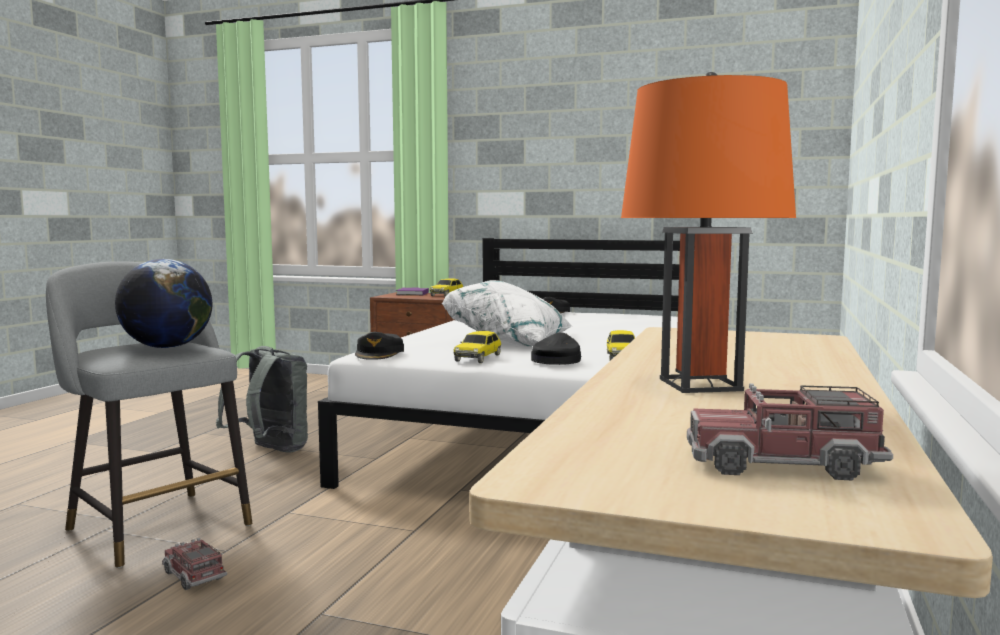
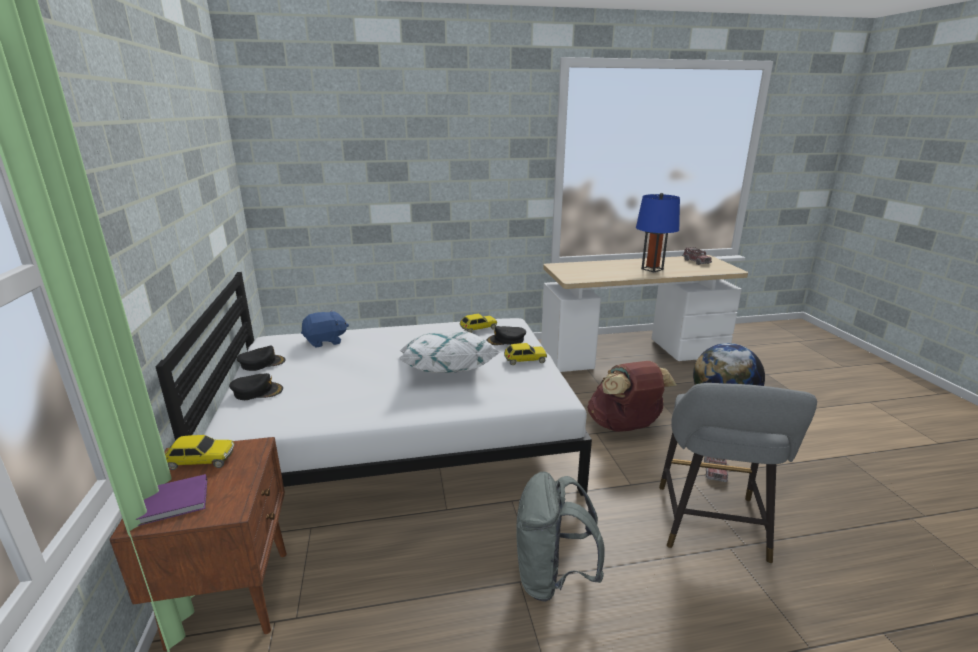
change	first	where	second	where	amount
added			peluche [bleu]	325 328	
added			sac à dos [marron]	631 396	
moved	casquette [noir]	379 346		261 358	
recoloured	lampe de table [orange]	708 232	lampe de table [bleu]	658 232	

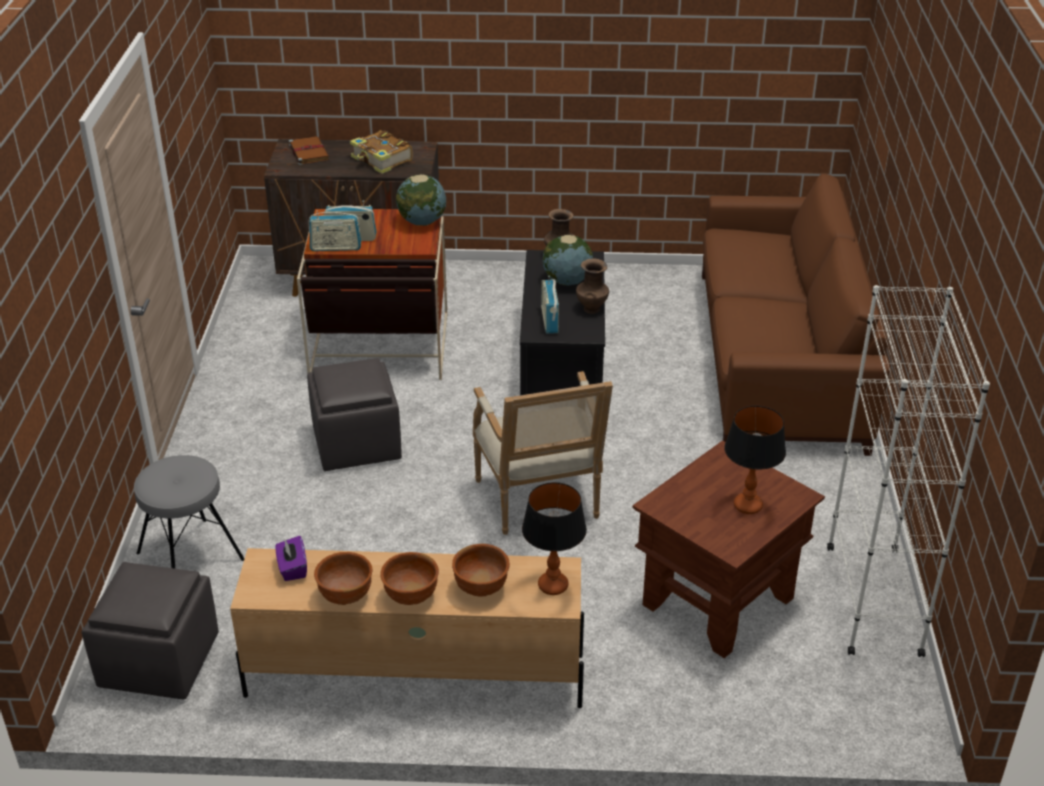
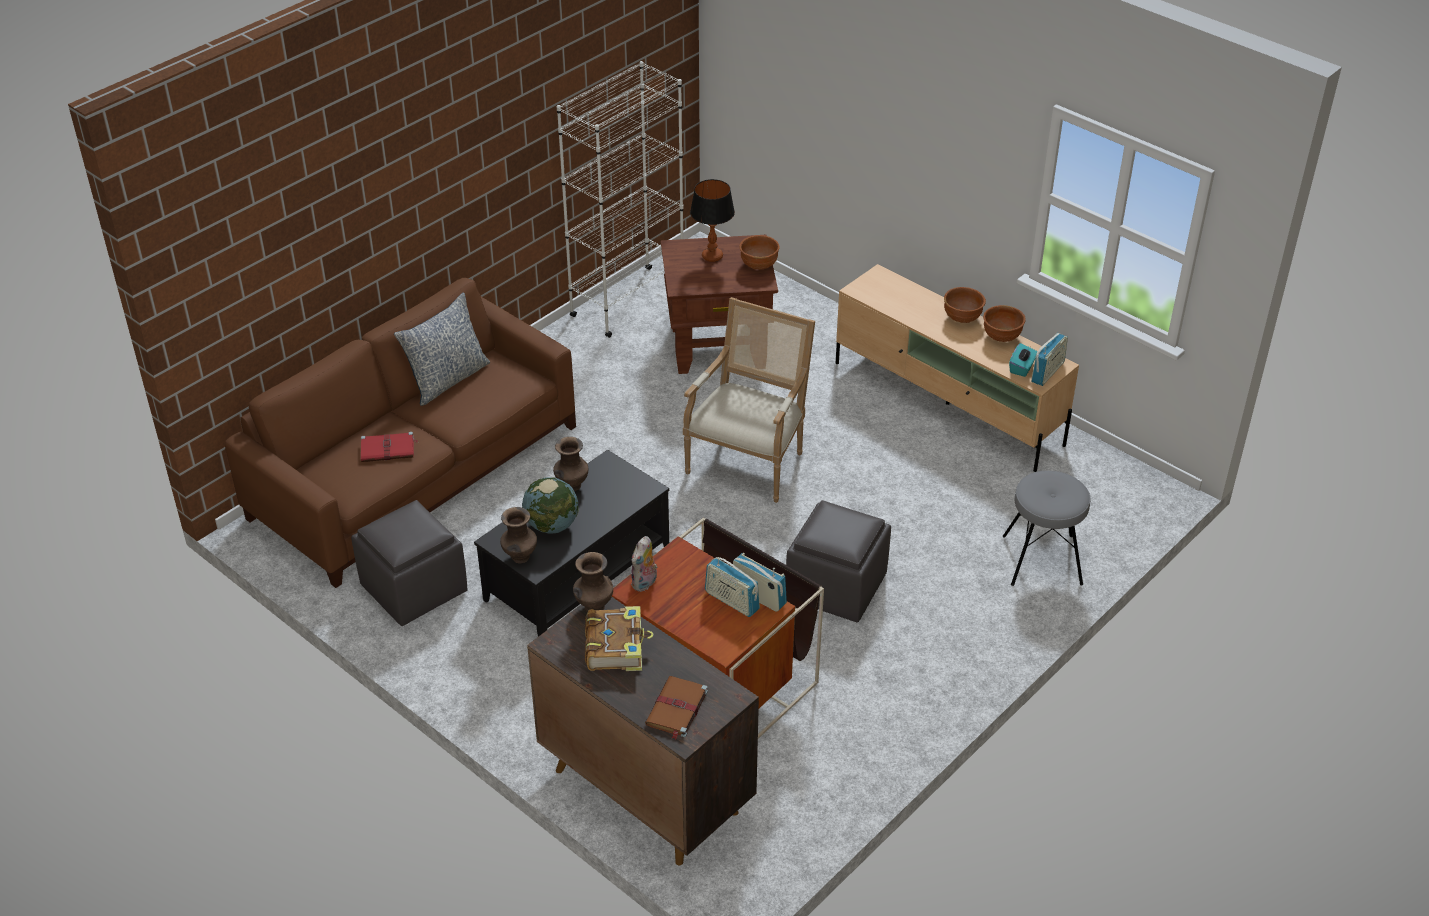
change	first	where	second	where	amount
removed	lampe de table	554 538			
added			livre [rouge]	389 447	
added			coussin	442 349	
added			vase [marron]	593 582	
moved	pouf [gris]	150 631		409 563	
moved	bol [marron]	481 570		759 252	
moved	radio	550 305		1049 359	
replaced	globe	421 200	peluche	644 564	
recoloured	boîte à mouchoirs [violet]	291 558	boîte à mouchoirs [turquoise]	1023 360	

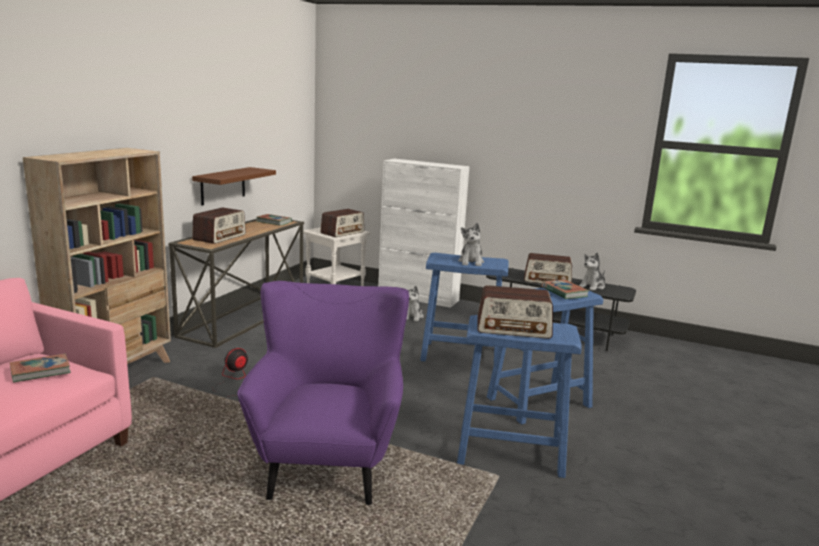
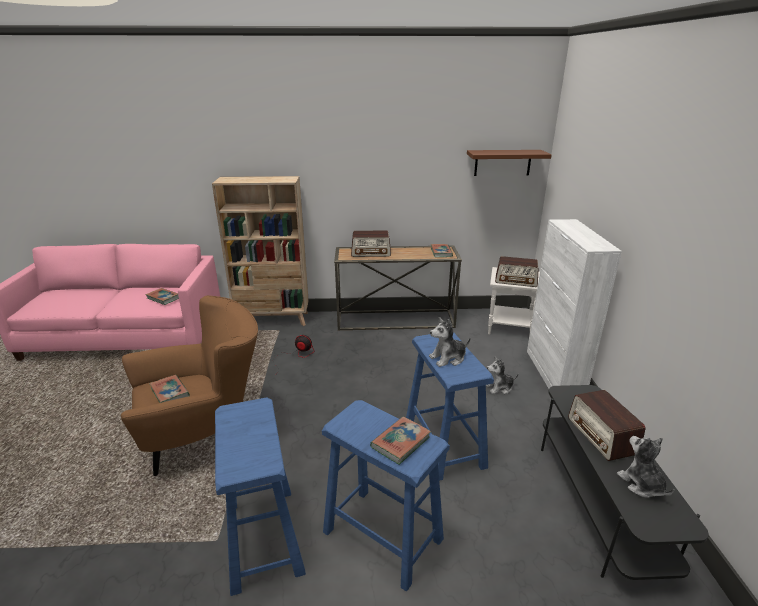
change	first	where	second	where	amount
removed	radio	515 312			
added			livre	170 389	
moved	étagère [marron]	234 186		509 163	
recoloured	fauteuil [violet]	323 393	fauteuil [marron]	189 385	
turned	peluche	592 271		645 467	45 degrees clockwise

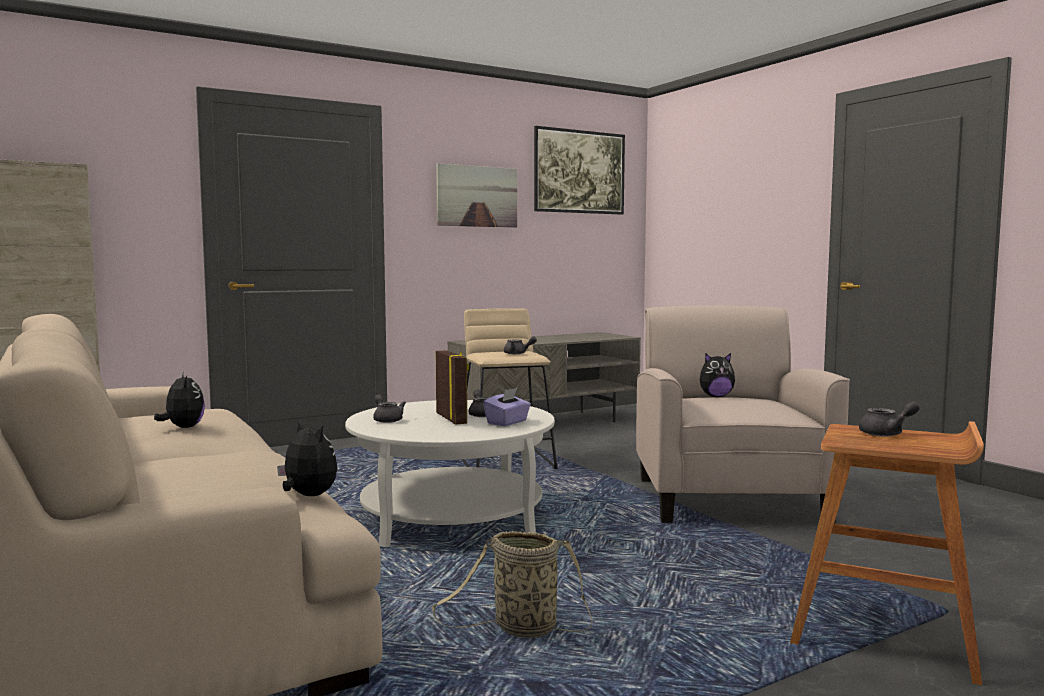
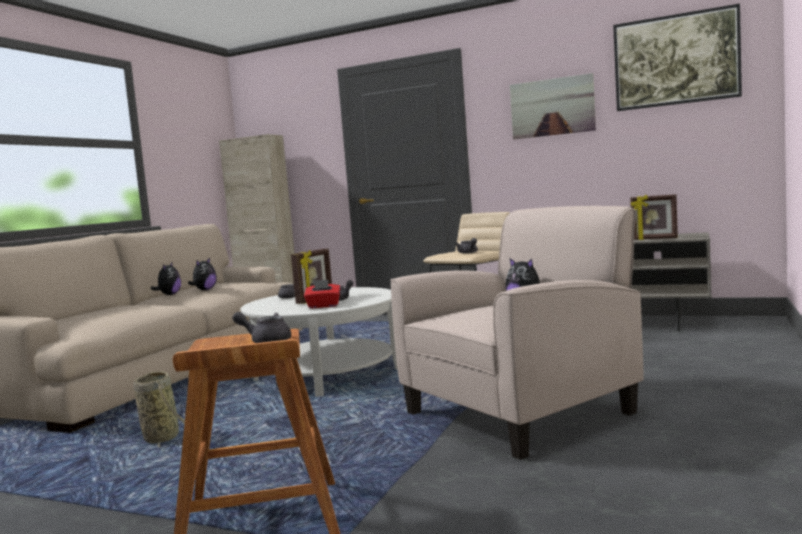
change	first	where	second	where	amount
added			cadre photo	654 217	
moved	peluche	307 458		166 279	
recoloured	boîte à mouchoirs [violet]	507 407	boîte à mouchoirs [rouge]	322 294	
turned	théière [gris]	889 418		261 327	150 degrees clockwise

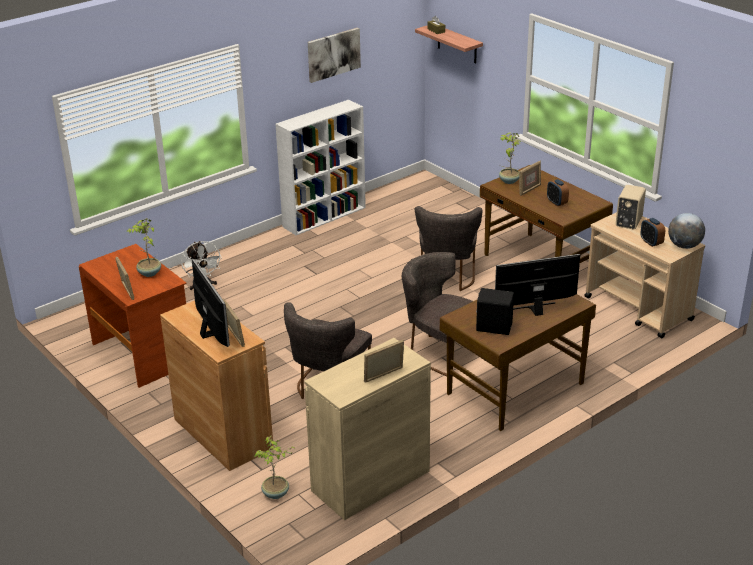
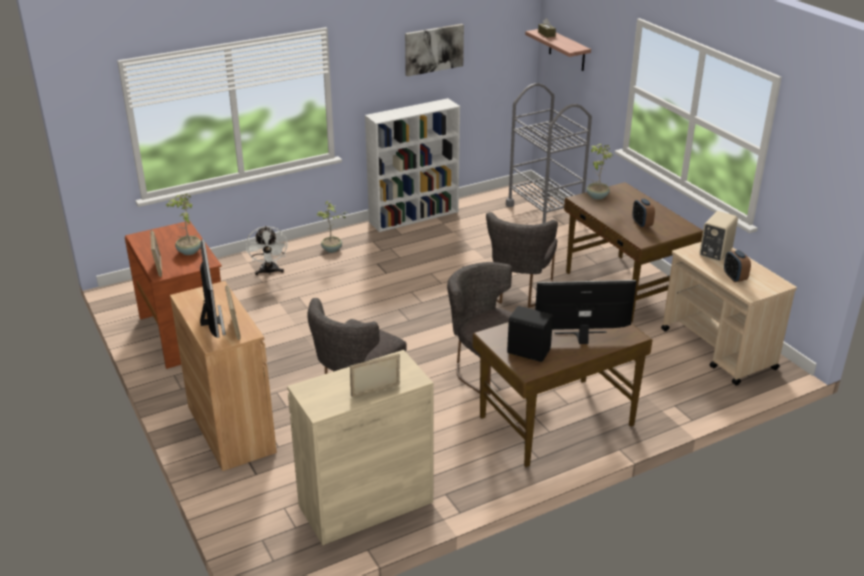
change	first	where	second	where	amount
removed	cadre photo	530 178			
removed	globe	686 231			
added			chariot [gris]	549 153	
moved	plante en pot	275 467		331 227	

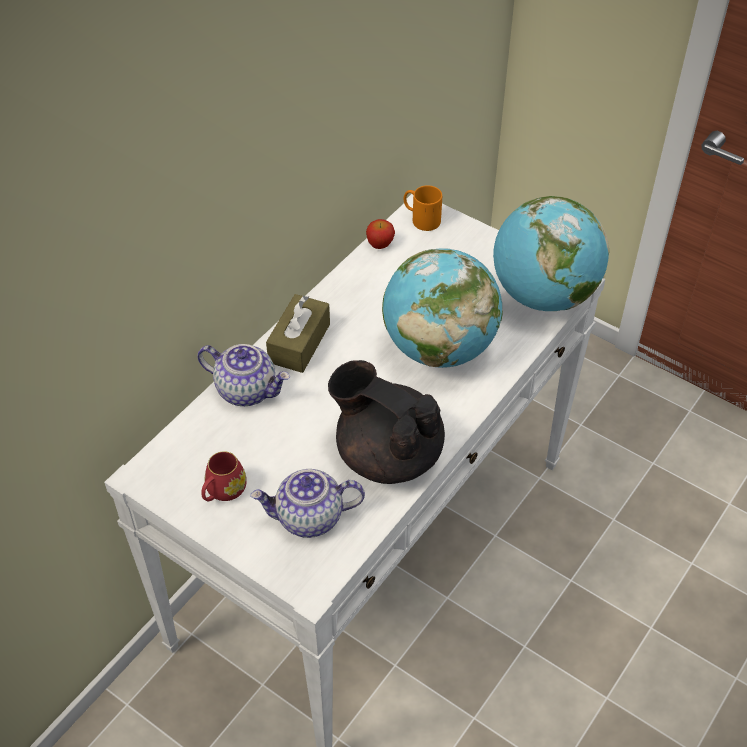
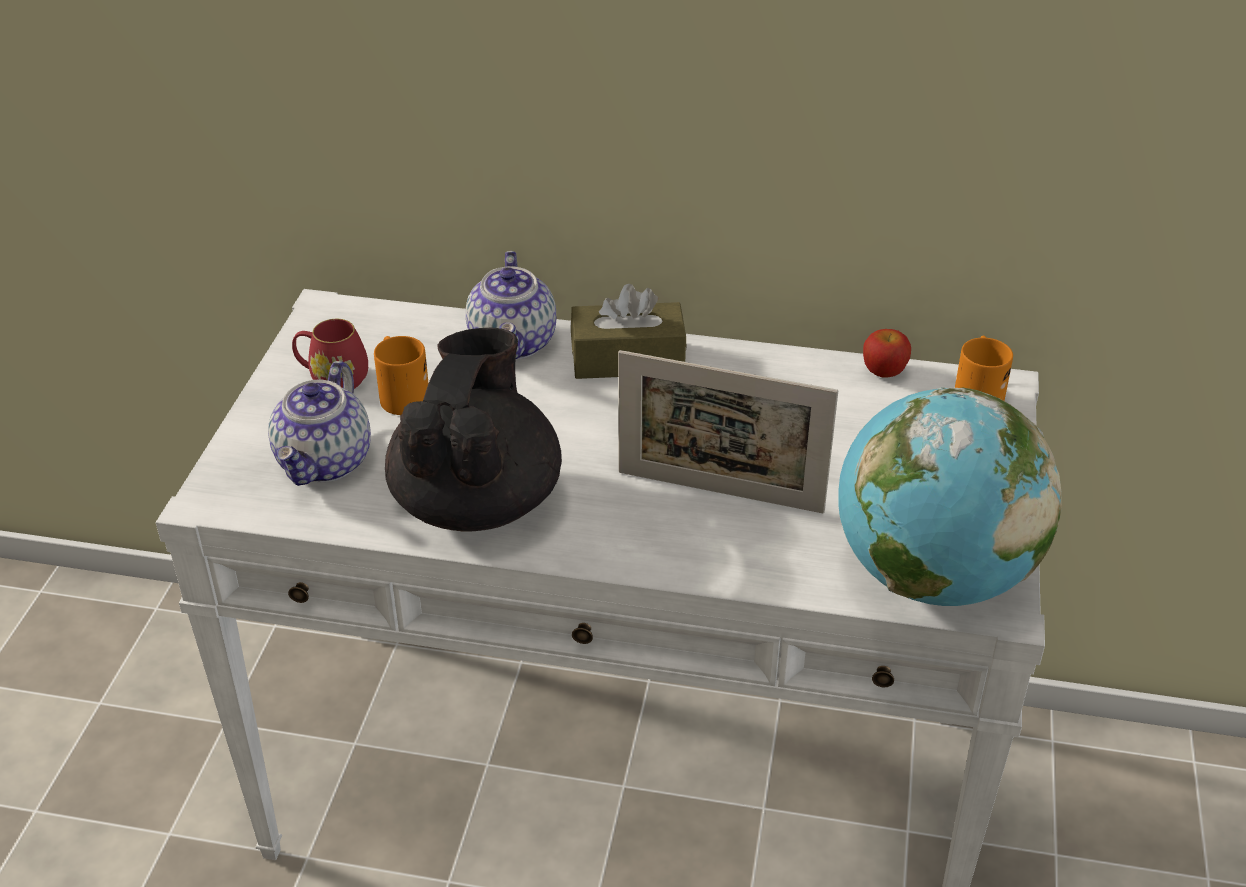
change	first	where	second	where	amount
added			mug [orange]	401 375	
replaced	globe	442 308	cadre photo	728 431	
turned	théière	307 503		319 423	135 degrees counterclockwise

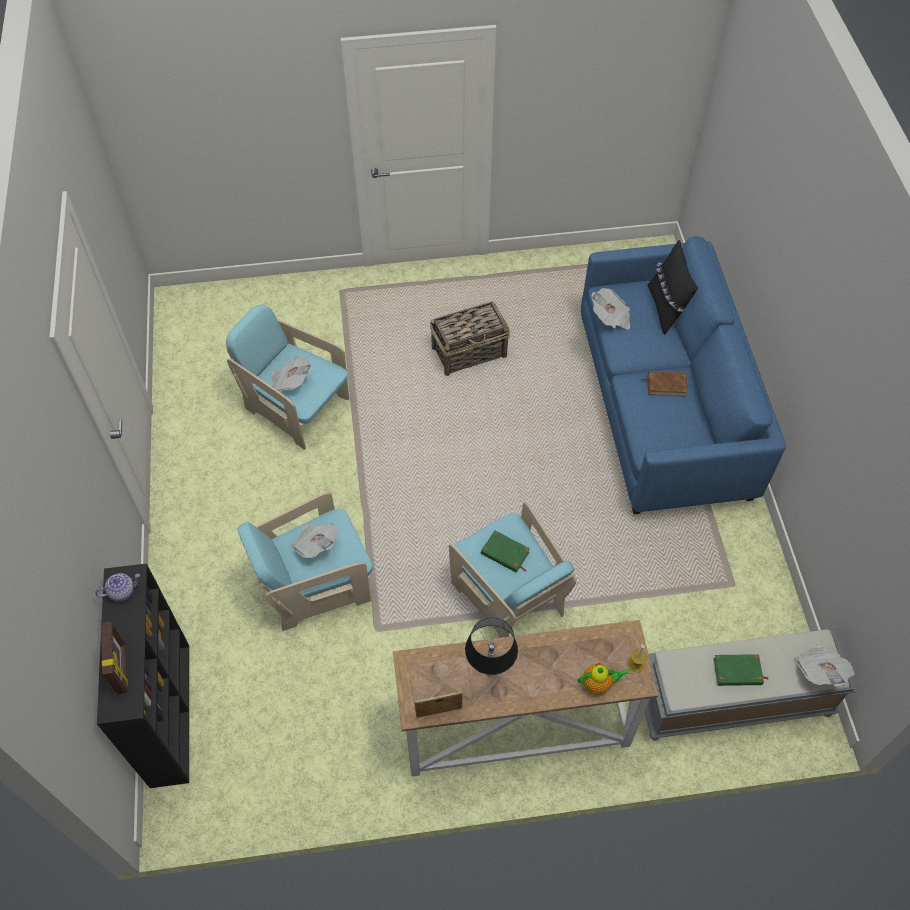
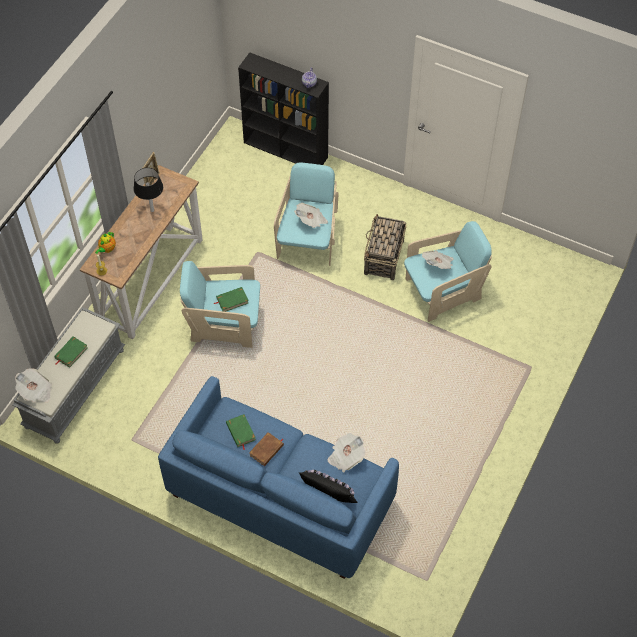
change	first	where	second	where	amount
removed	cadre photo	114 658			
added			livre [vert]	241 432	
moved	panier	470 338		385 247	

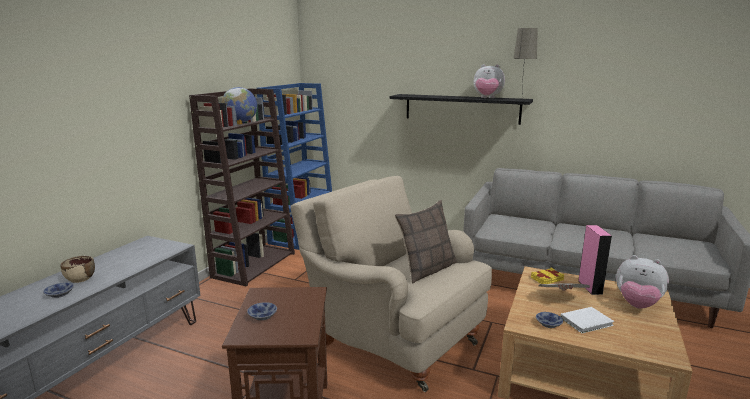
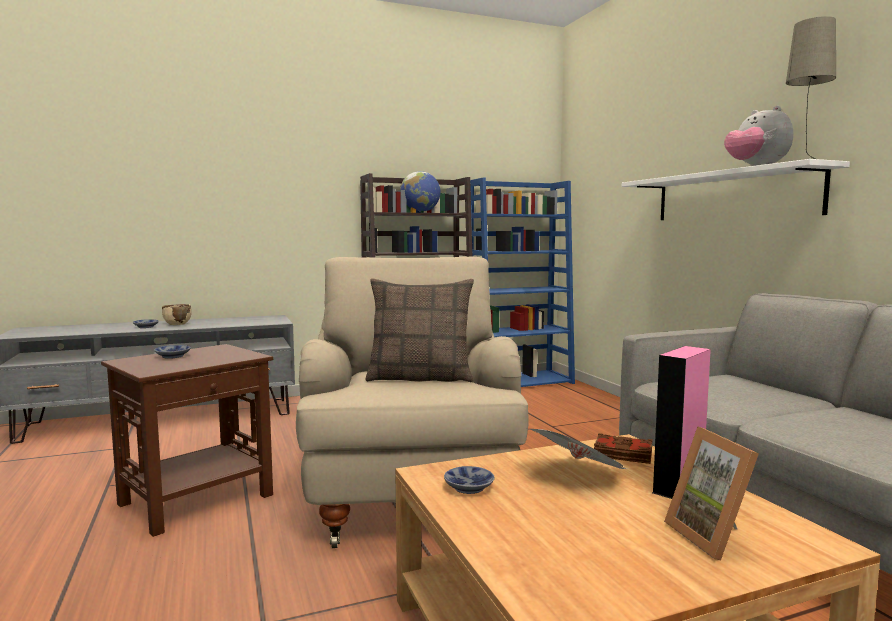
change	first	where	second	where	amount
removed	livre [blanc]	587 320			
replaced	peluche	642 282	cadre photo	711 493	
recoloured	étagère [noir]	461 109	étagère [blanc]	736 189	
recoloured	livre [jaune]	548 276	livre [marron]	623 448	

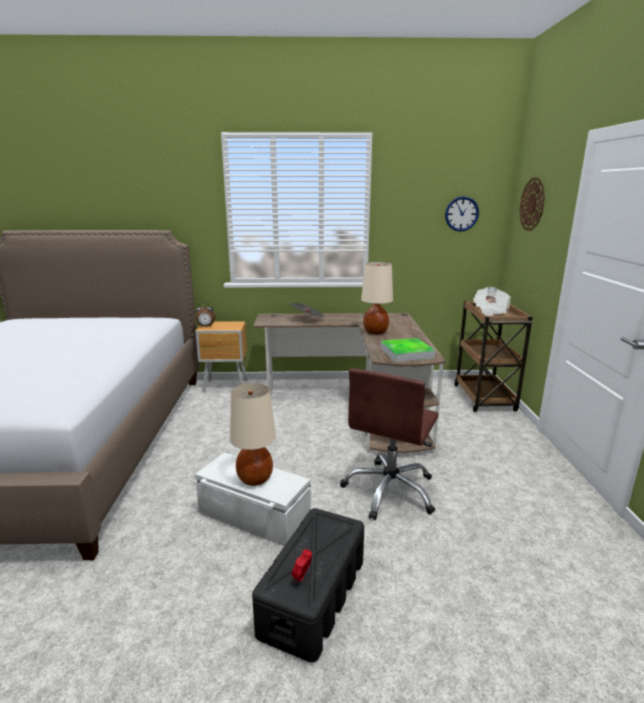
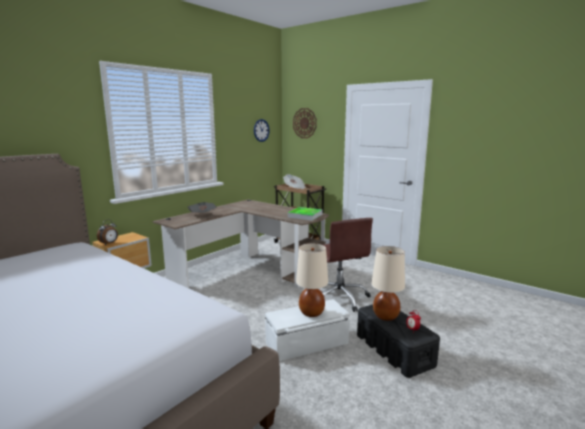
change	first	where	second	where	amount
moved	lampe de table [beige]	377 298		388 283	

